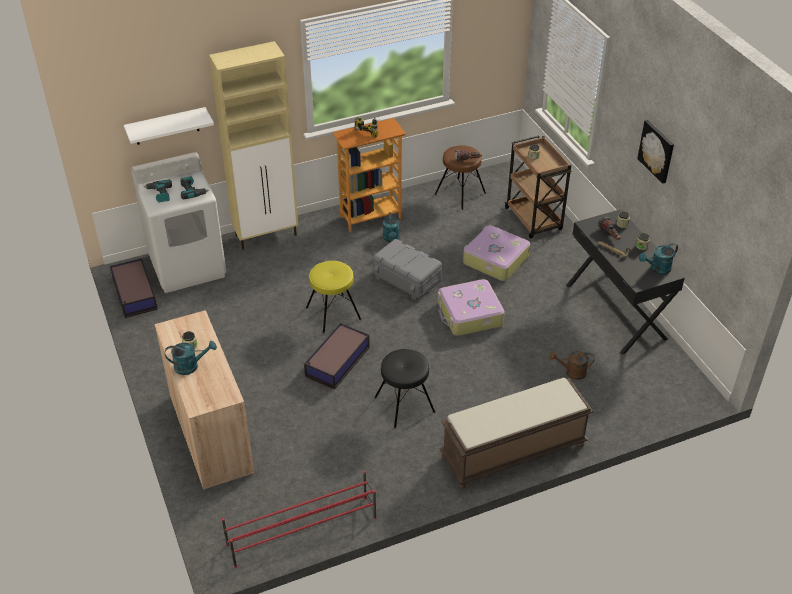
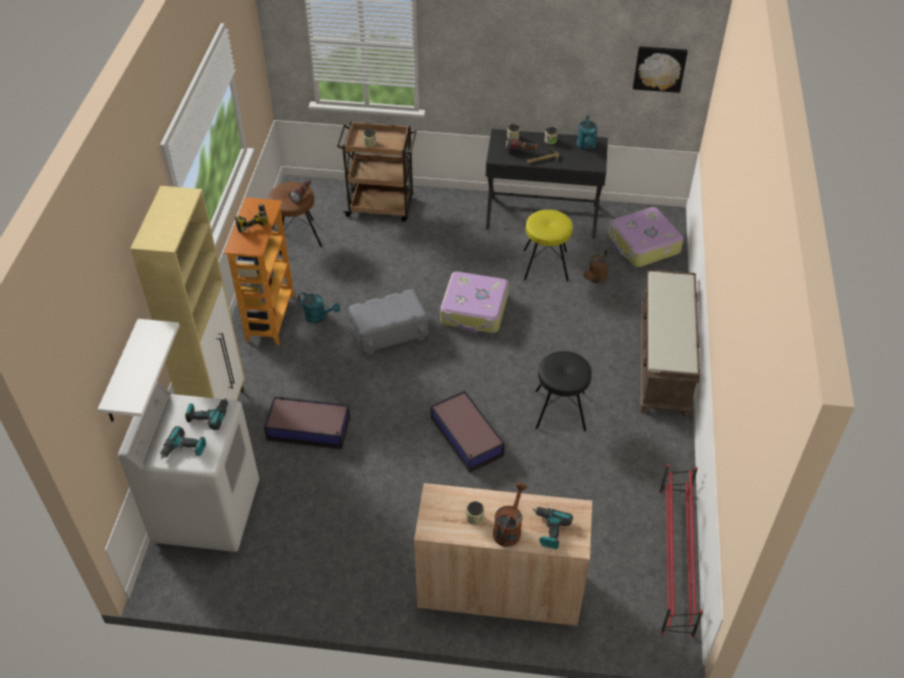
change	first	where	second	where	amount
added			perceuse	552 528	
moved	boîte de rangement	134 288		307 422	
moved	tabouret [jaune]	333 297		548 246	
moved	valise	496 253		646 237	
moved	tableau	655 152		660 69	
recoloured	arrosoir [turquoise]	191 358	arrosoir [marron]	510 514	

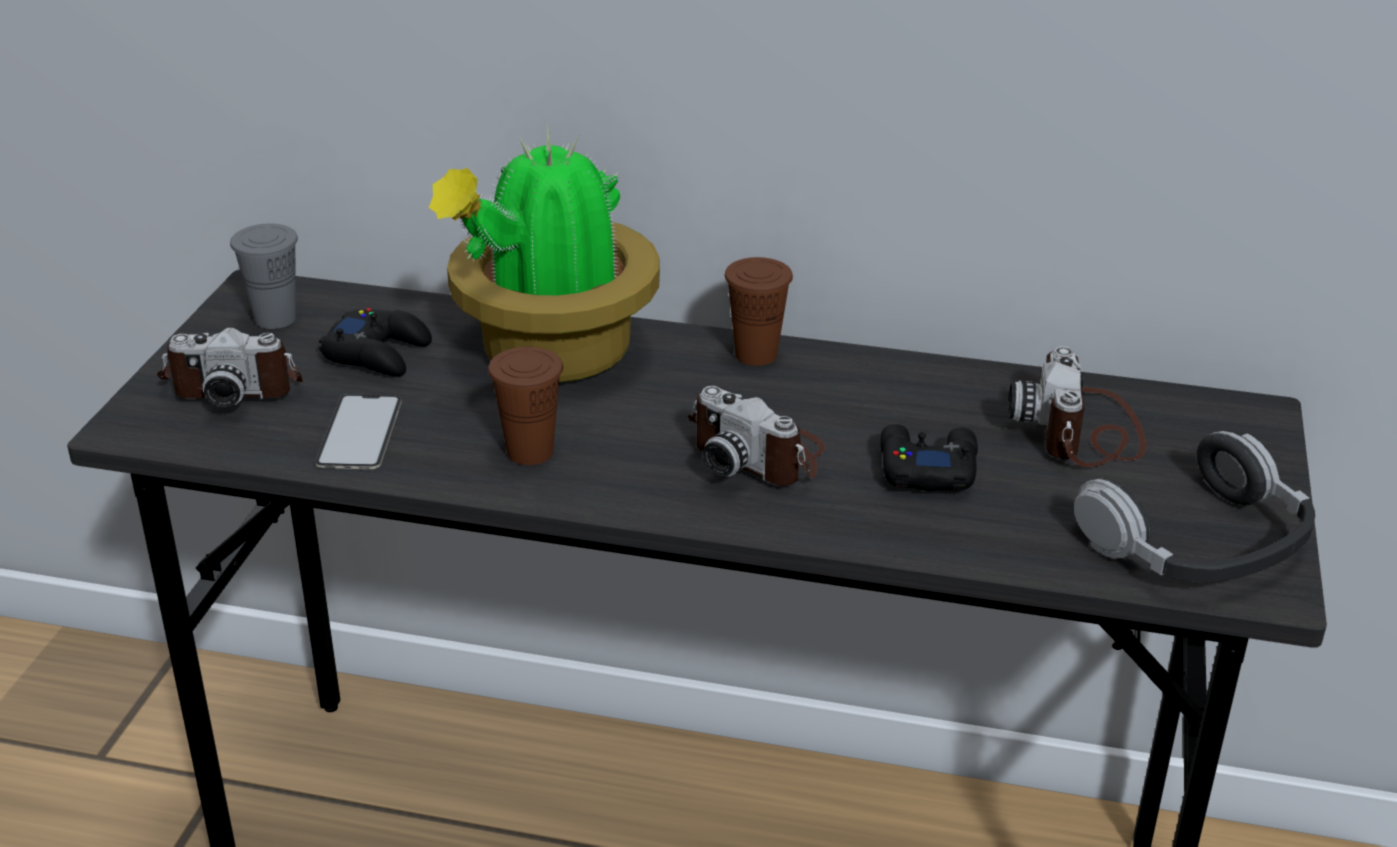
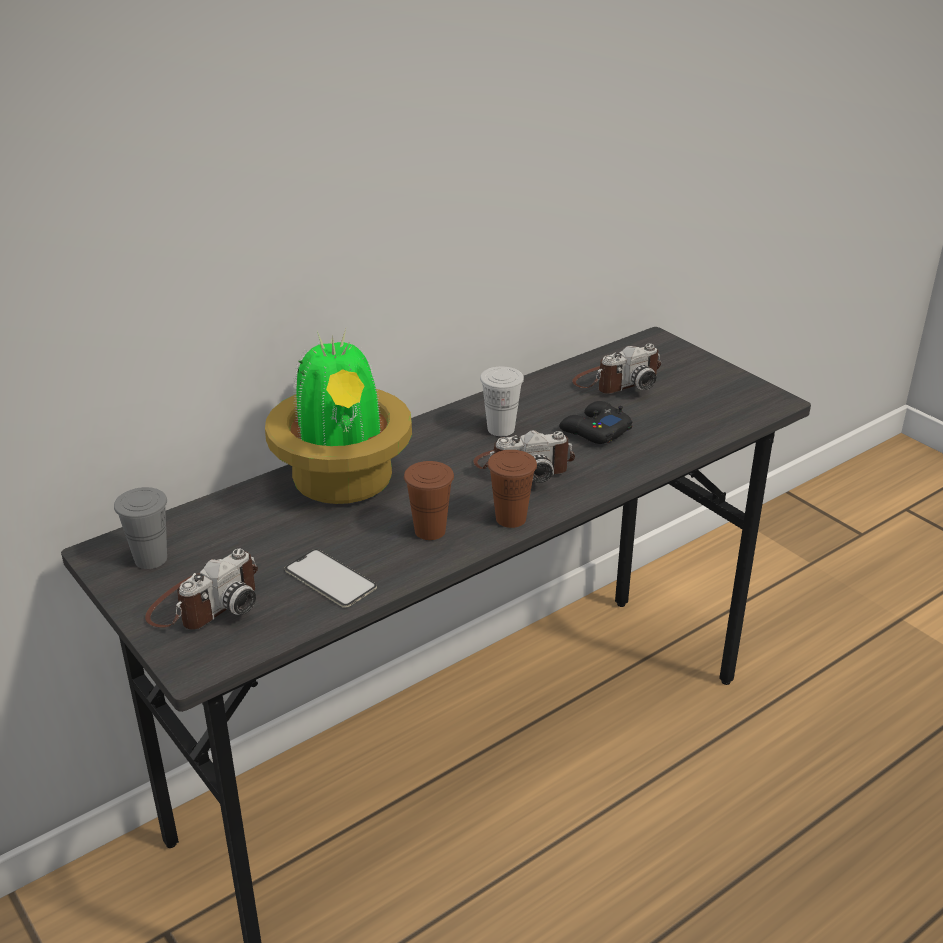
change	first	where	second	where	amount
removed	manette [noir]	375 342			
removed	casque audio	1194 506			
added			tasse [blanc]	502 401	
moved	tasse [marron]	759 311		512 489	
turned	appareil photo	1077 406		616 369	75 degrees counterclockwise

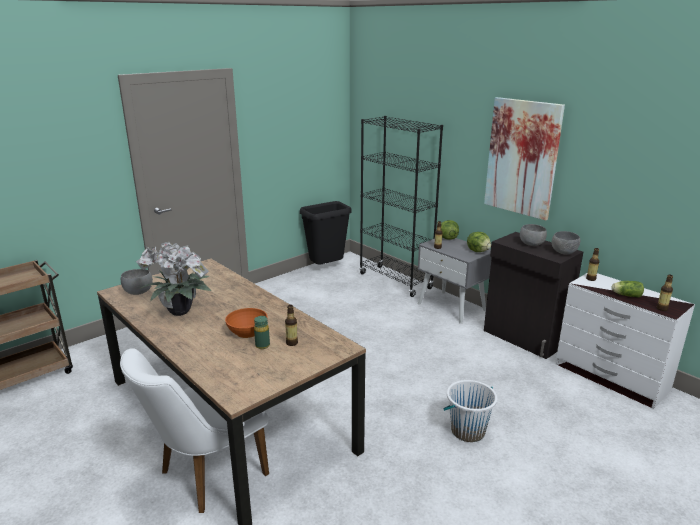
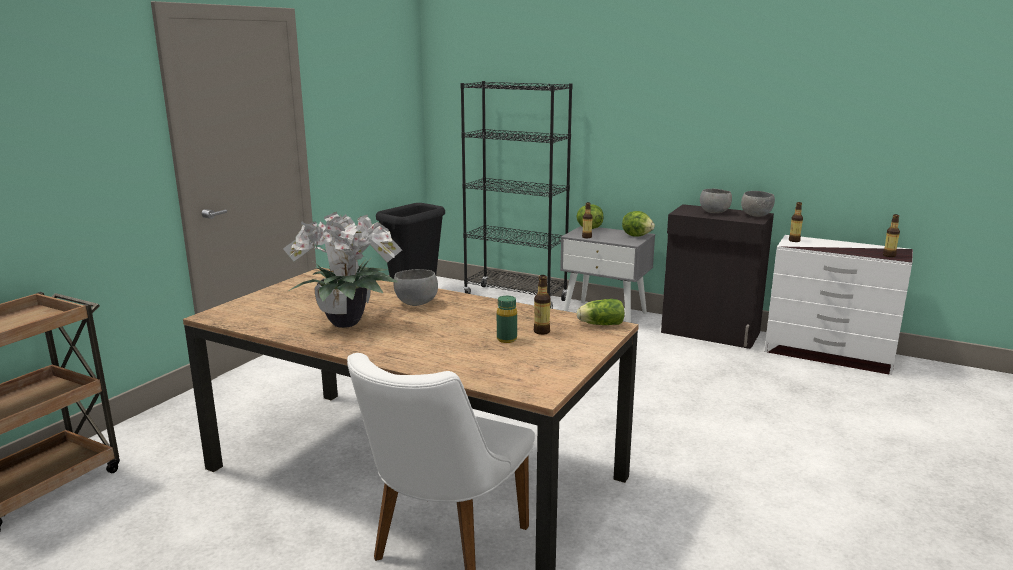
change	first	where	second	where	amount
removed	bol [orange]	246 323			
removed	seau [blanc]	470 411			
removed	tableau	524 158			
moved	bol [gris]	137 282		415 287	
moved	laitue	628 289		601 312	

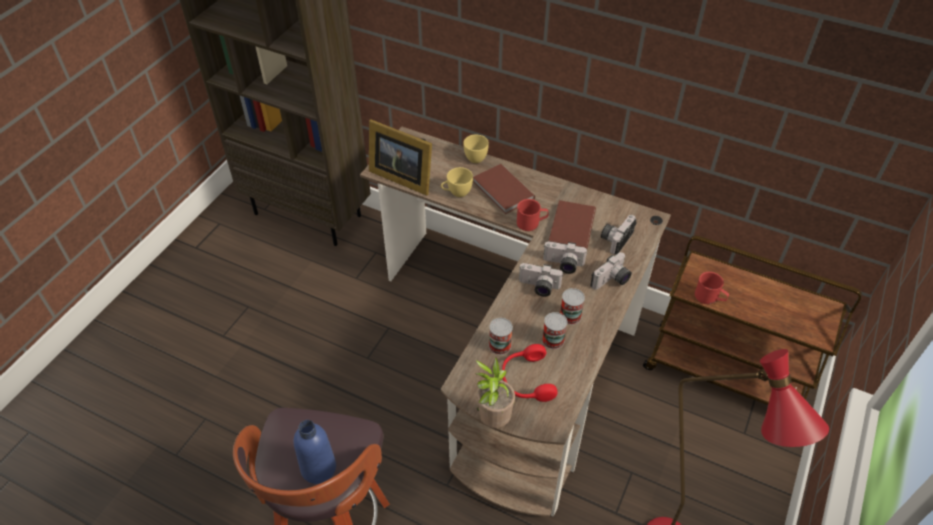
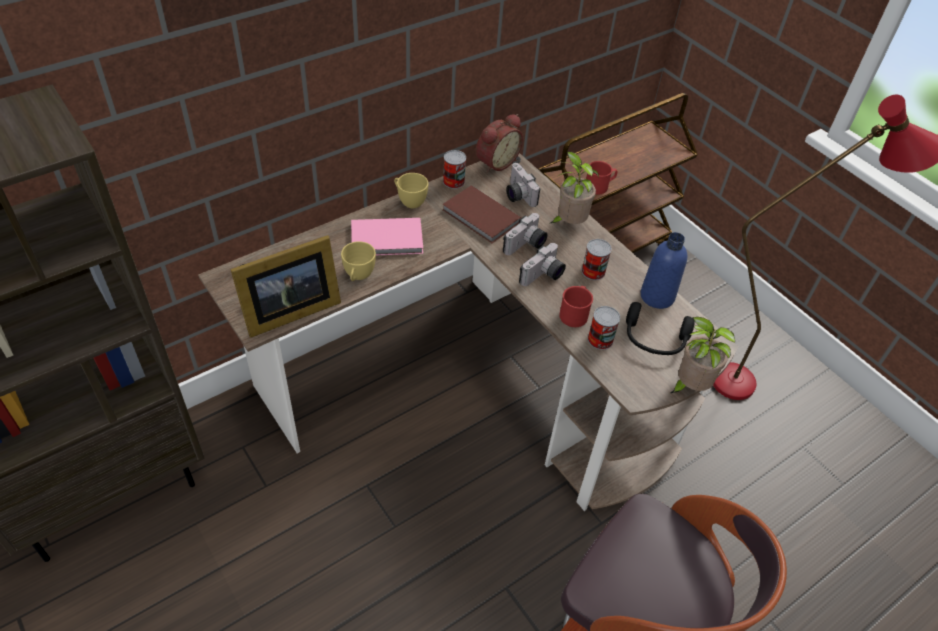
change	first	where	second	where	amount
added			réveil	499 143	
moved	bouteille [bleu]	314 452		664 270	
moved	tasse [jaune]	476 149		411 190	
moved	mug [rouge]	533 215		576 306	
moved	boîte métallique	554 330		454 169	
replaced	appareil photo	611 271	plante en pot	574 187	
recoloured	livre [marron]	504 189	livre [rose]	387 237	
recoloured	casque audio [rouge]	530 373	casque audio [noir]	660 328	

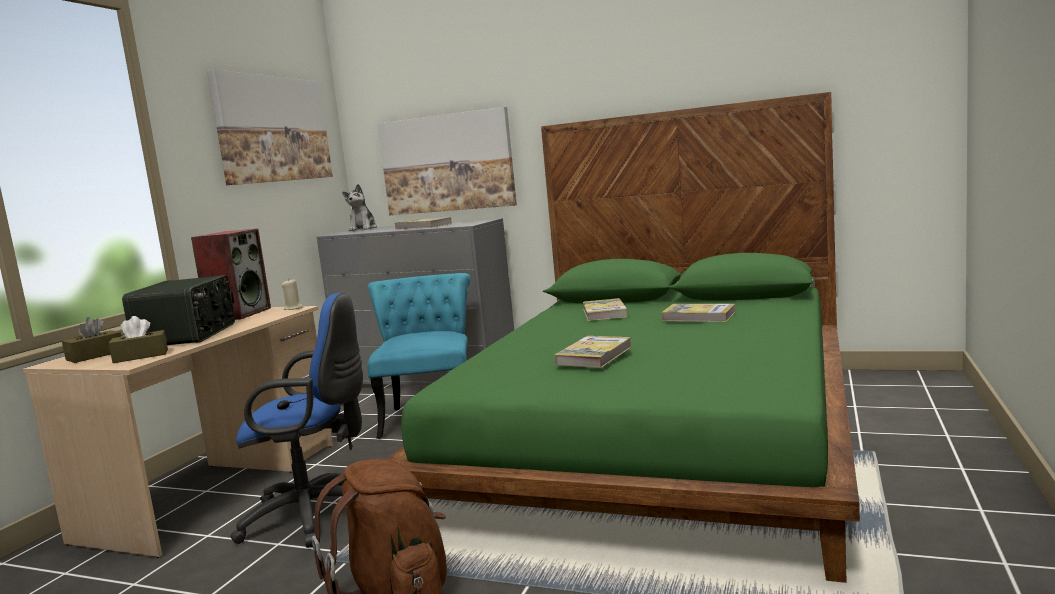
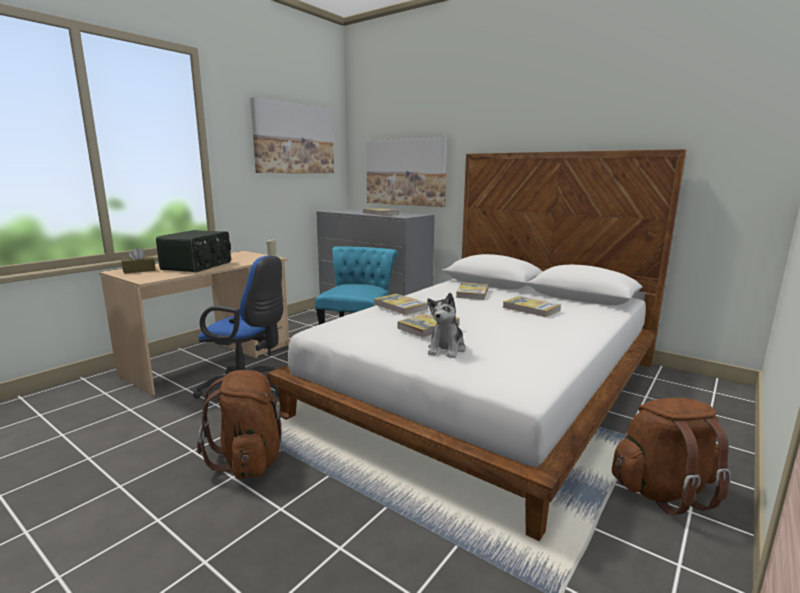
change	first	where	second	where	amount
removed	boîte à mouchoirs [marron]	138 339			
removed	enceinte	231 274			
added			livre	401 304	
added			sac à dos [marron]	671 456	
moved	peluche	359 207		446 325	
recoloured	lit [vert]	623 337	lit [blanc]	476 345	

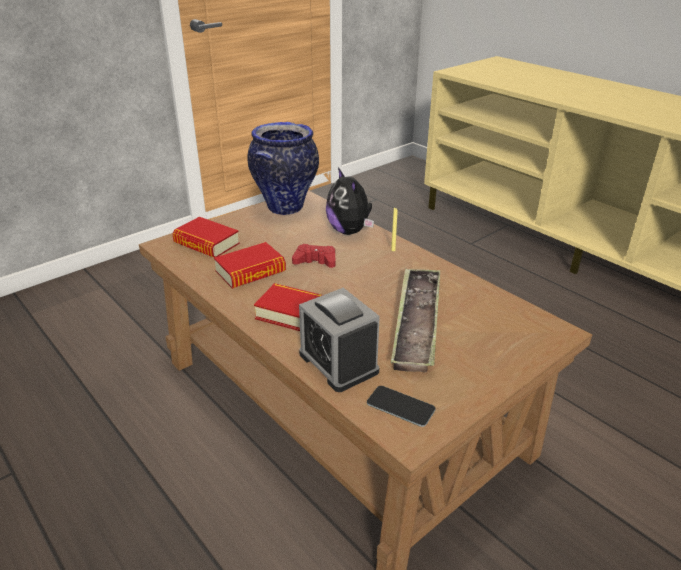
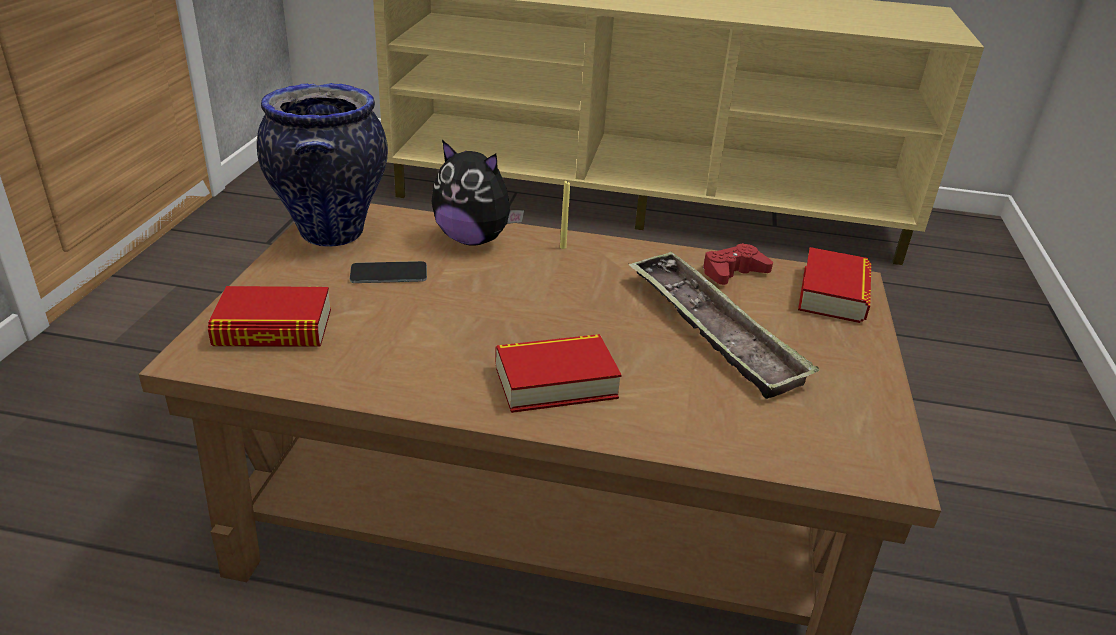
change	first	where	second	where	amount
removed	réveil	339 340			
moved	livre	250 265		834 285	
moved	manette [rouge]	314 256		738 264	
moved	téléphone	401 406		388 272	

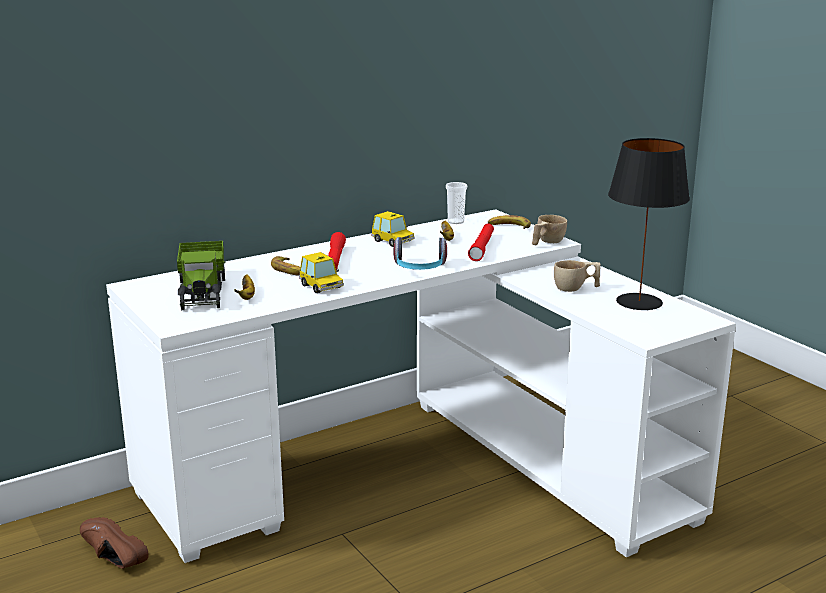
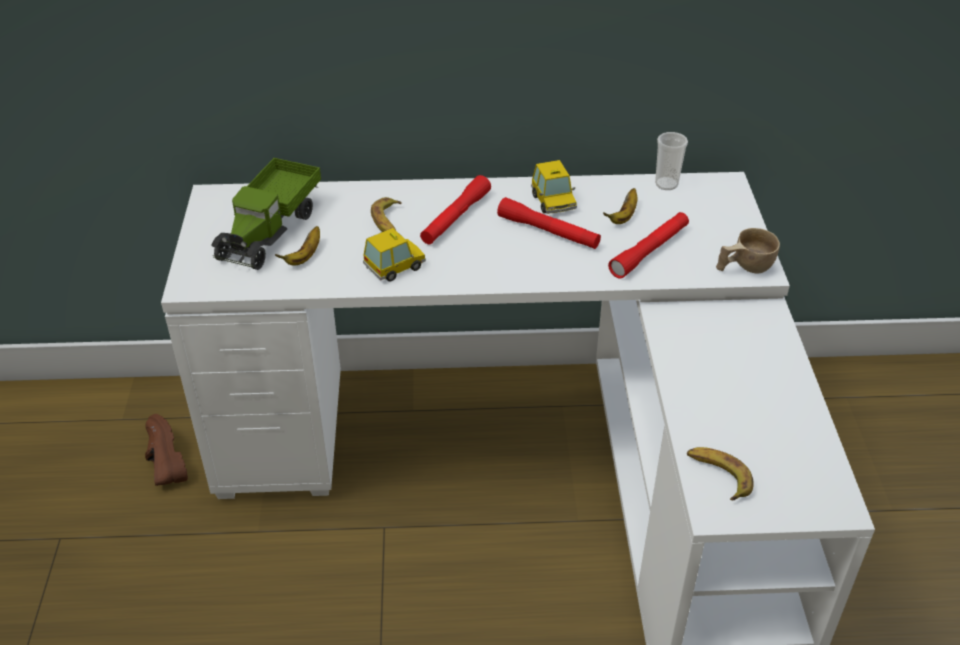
change	first	where	second	where	amount
removed	casque audio	420 253			
removed	tasse [beige]	577 276			
removed	lampe de table [noir]	649 224			
added			lampe de poche [rouge]	549 223	
moved	banane	509 222		720 473	
turned	petite voiture	321 272		394 255	120 degrees counterclockwise

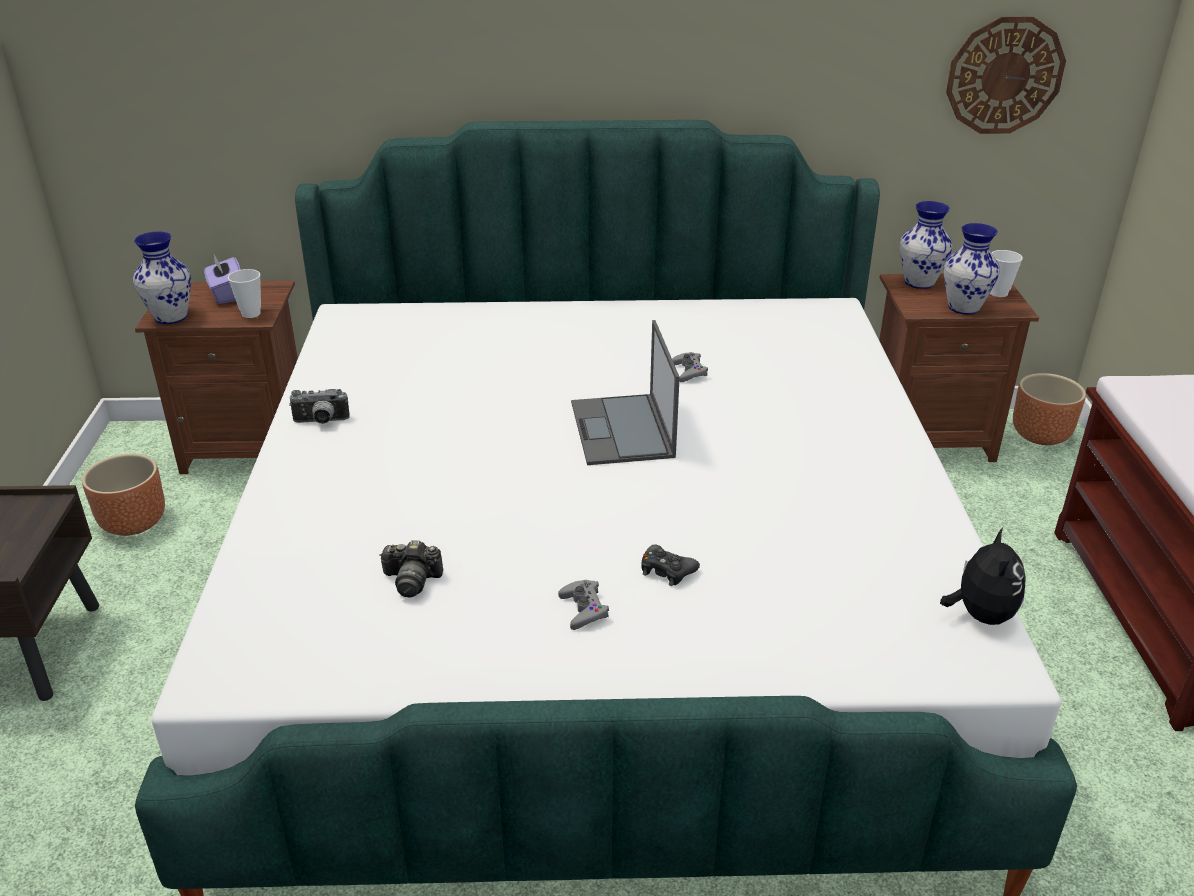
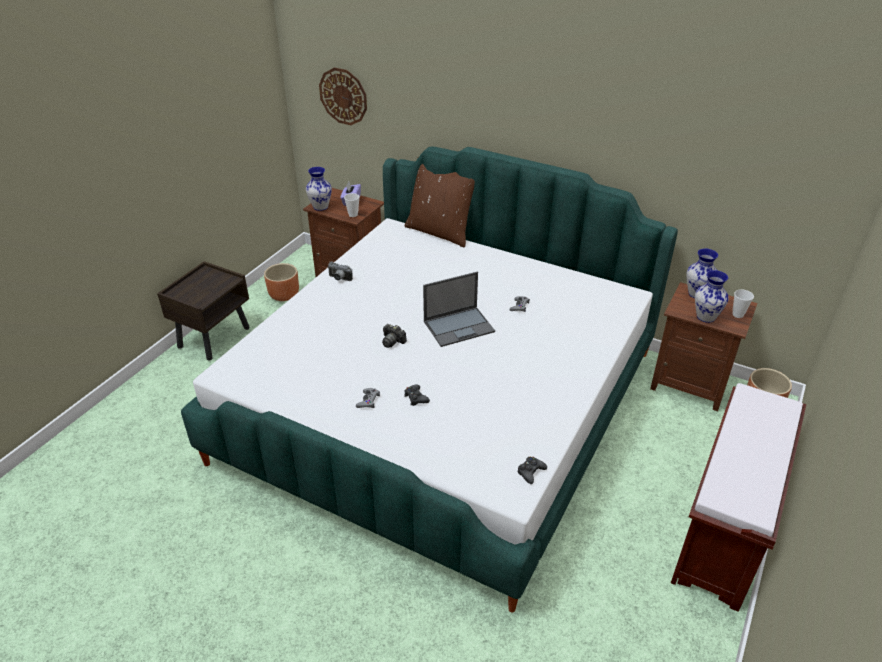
change	first	where	second	where	amount
added			coussin [marron]	440 203	
moved	appareil photo	411 568		394 336	
moved	horloge murale	1006 75		343 96	
replaced	peluche	983 576	manette [noir]	532 470	
turned	ordinateur portable	625 392		459 309	135 degrees counterclockwise

